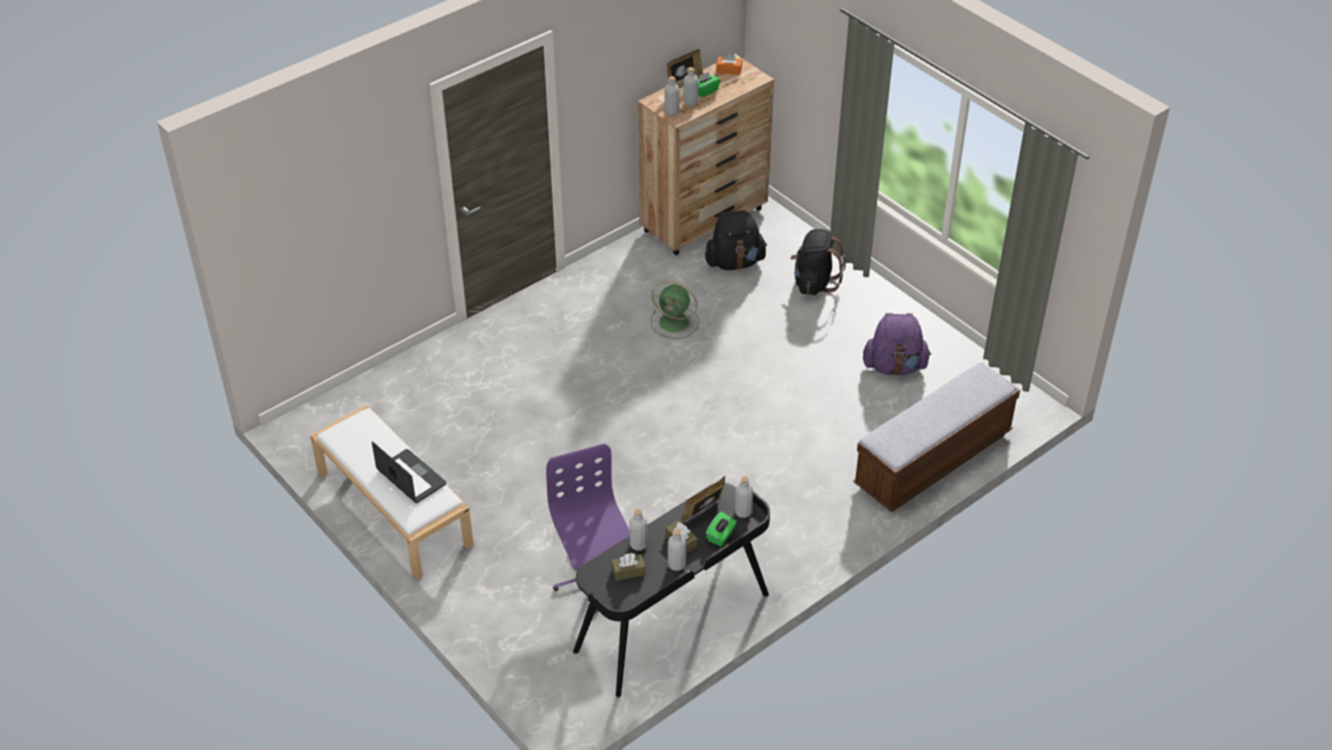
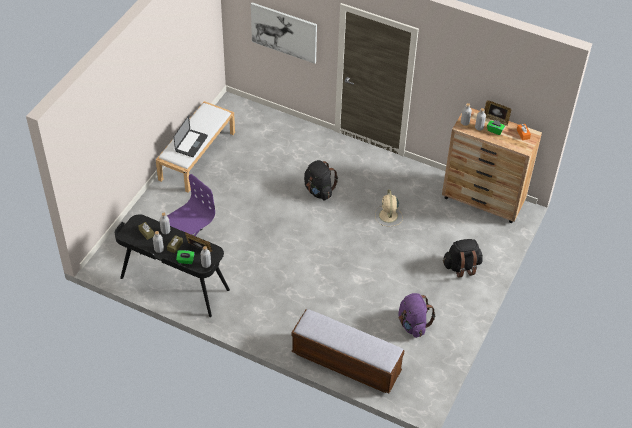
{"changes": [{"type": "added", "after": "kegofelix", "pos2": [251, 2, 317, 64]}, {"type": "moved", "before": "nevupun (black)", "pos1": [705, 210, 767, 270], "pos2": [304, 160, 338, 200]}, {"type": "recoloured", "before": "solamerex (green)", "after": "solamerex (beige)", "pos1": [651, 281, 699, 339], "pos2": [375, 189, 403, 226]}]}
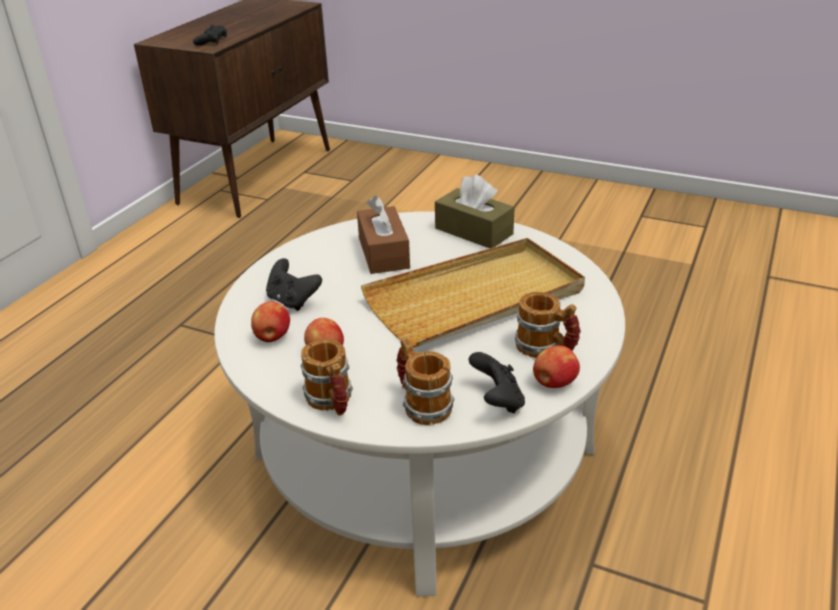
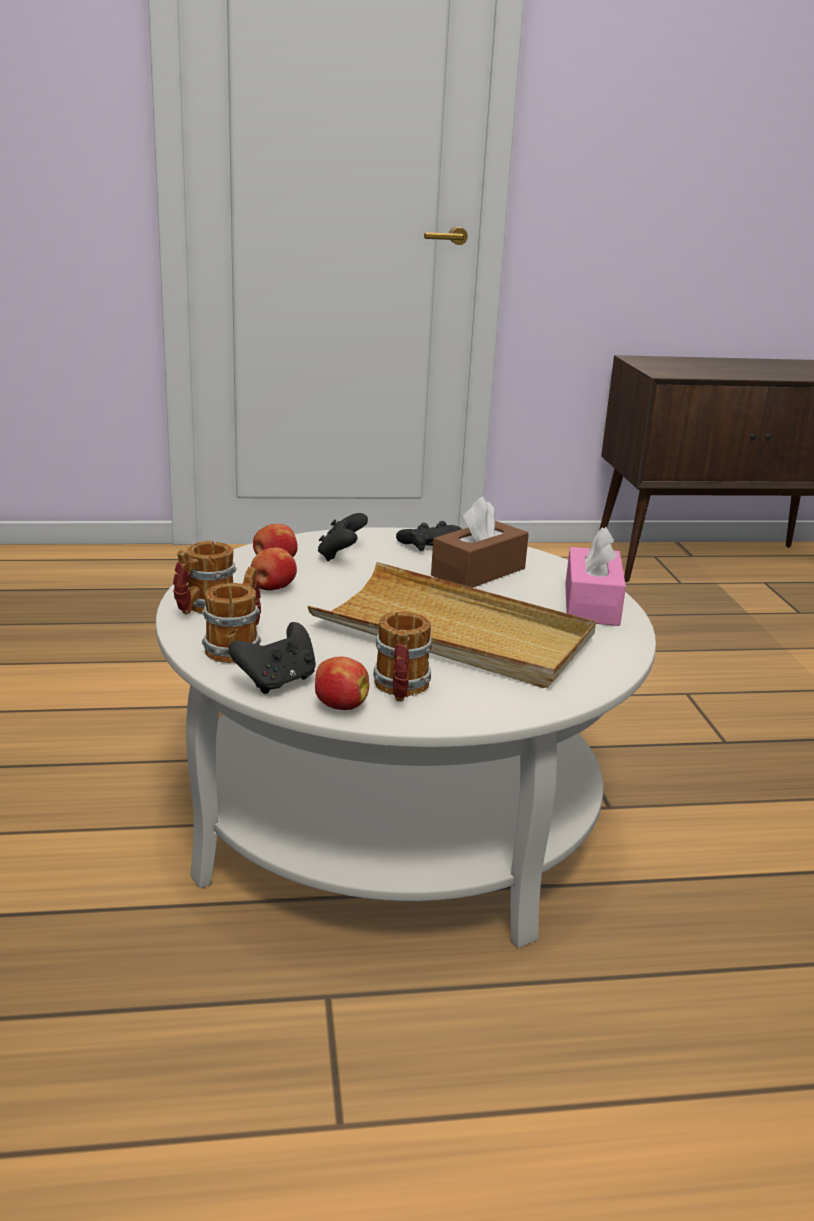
{"changes": [{"type": "moved", "before": "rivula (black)", "pos1": [193, 25, 227, 46], "pos2": [396, 521, 461, 552]}, {"type": "recoloured", "before": "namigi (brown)", "after": "namigi (pink)", "pos1": [435, 175, 515, 248], "pos2": [565, 527, 626, 626]}]}
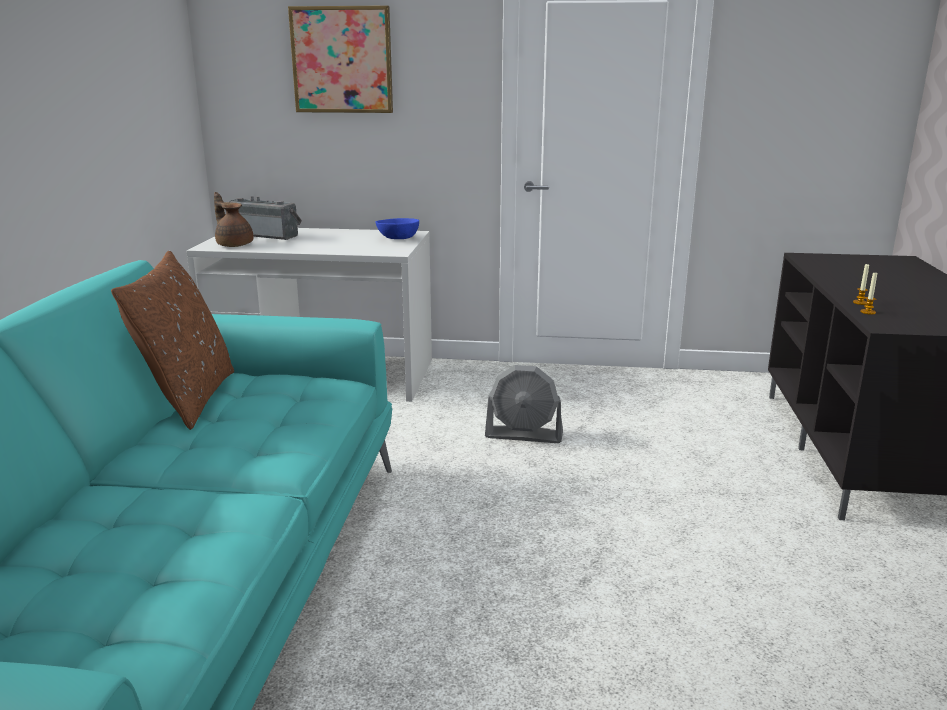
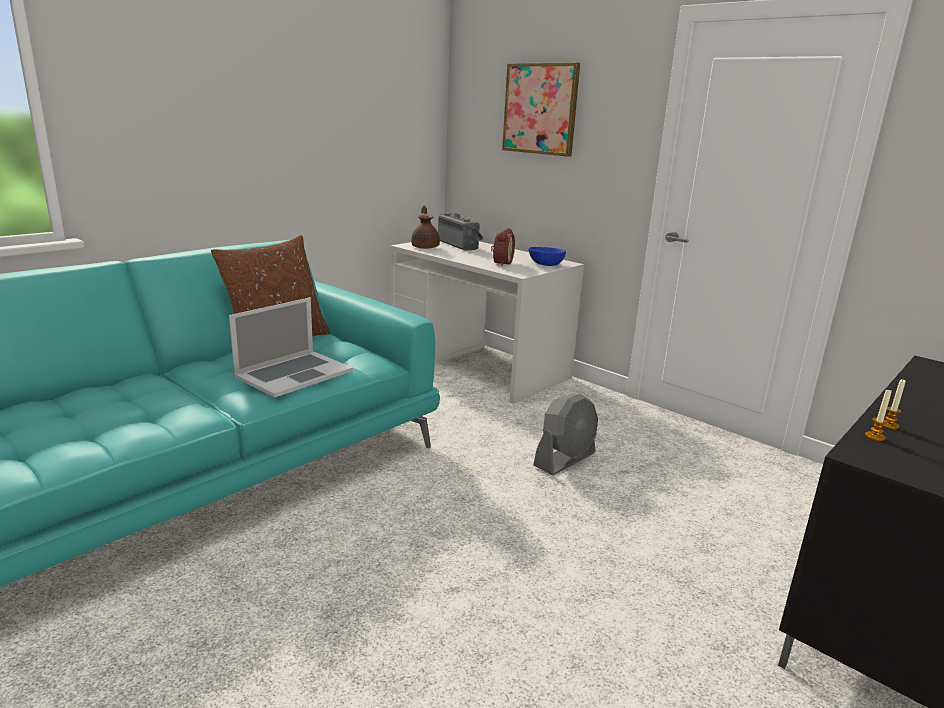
{"changes": [{"type": "added", "after": "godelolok", "pos2": [229, 297, 353, 398]}, {"type": "added", "after": "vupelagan", "pos2": [491, 228, 515, 266]}, {"type": "turned", "before": "solamerex (grey)", "pos1": [485, 365, 563, 443], "pos2": [533, 394, 598, 475], "turn": -90}]}
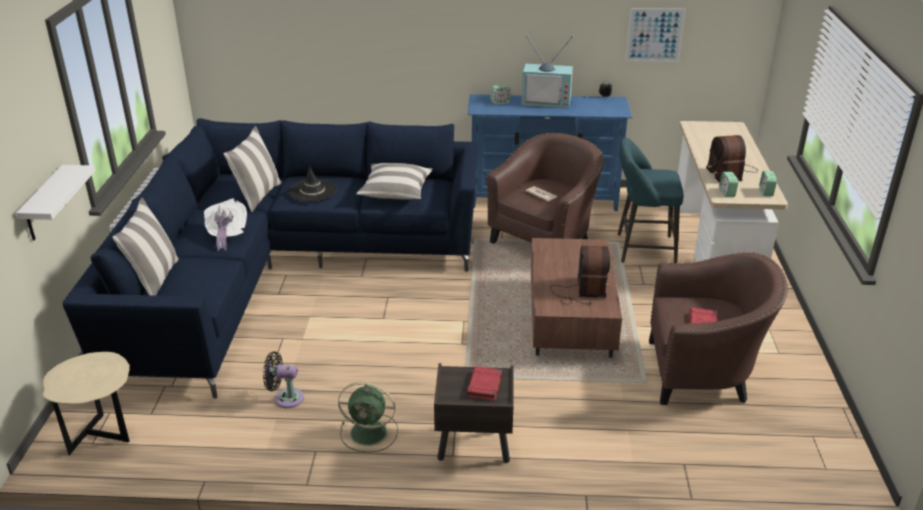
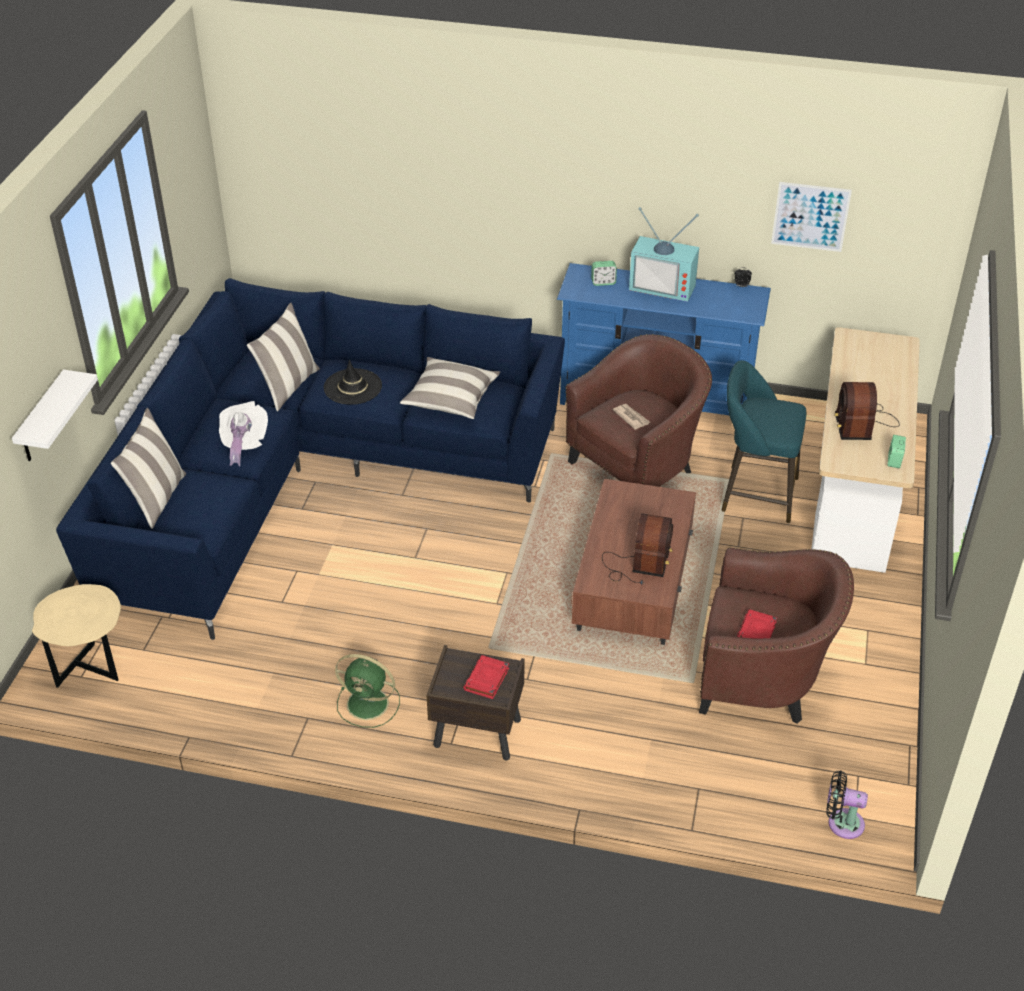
{"changes": [{"type": "moved", "before": "solamerex (black)", "pos1": [263, 351, 304, 408], "pos2": [826, 770, 868, 839]}, {"type": "removed", "before": "vupelagan", "pos1": [719, 172, 739, 197]}]}
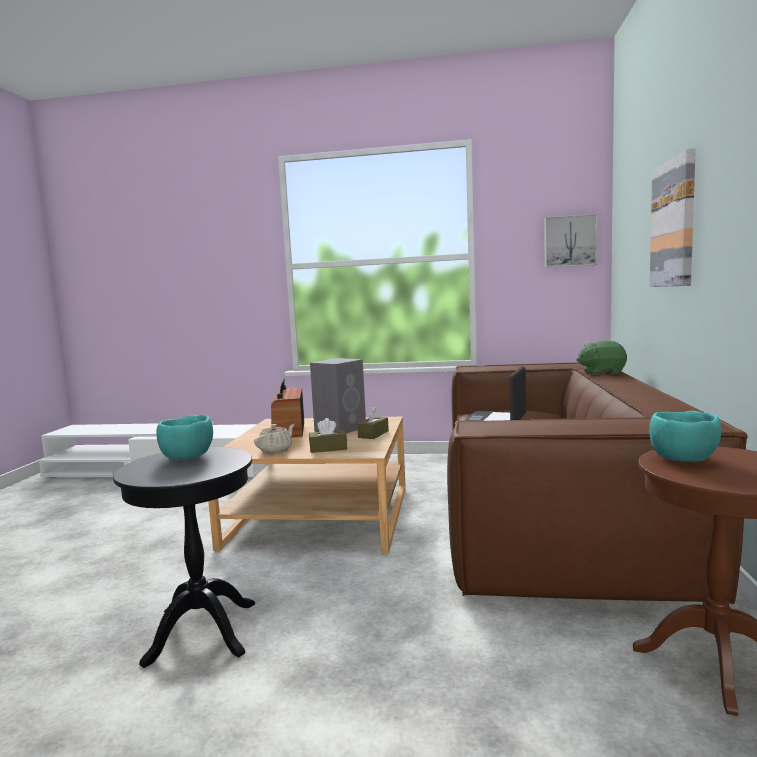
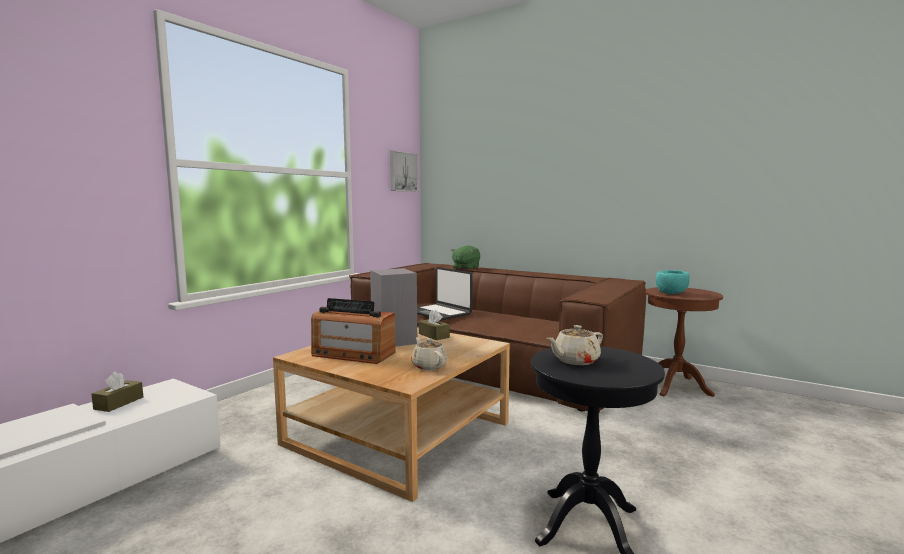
{"changes": [{"type": "moved", "before": "namigi (brown)", "pos1": [309, 418, 347, 453], "pos2": [91, 372, 143, 412]}, {"type": "replaced", "before": "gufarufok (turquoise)", "after": "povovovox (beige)", "pos1": [156, 415, 213, 460], "pos2": [547, 325, 603, 365]}, {"type": "removed", "before": "kegofelix", "pos1": [650, 148, 696, 287]}]}
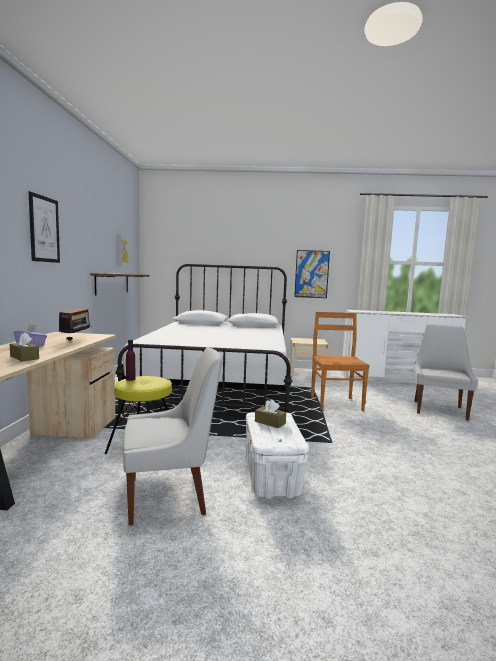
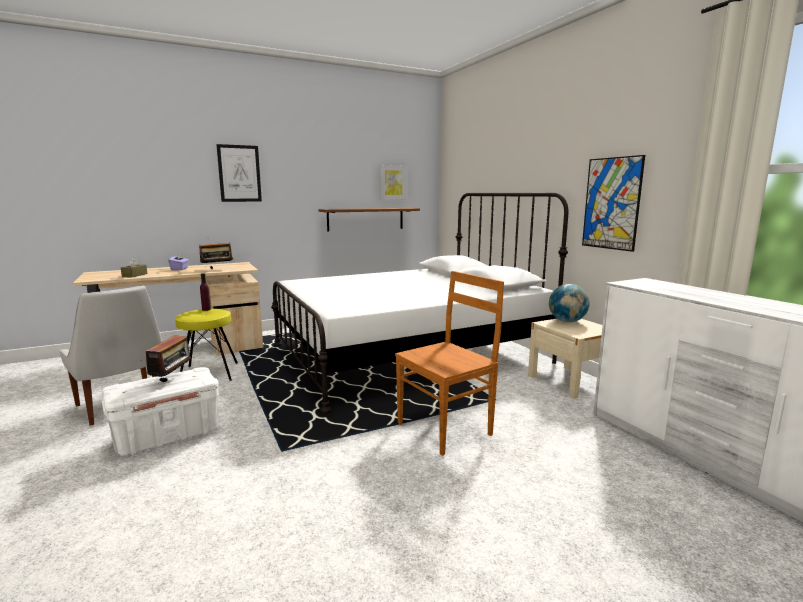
{"changes": [{"type": "replaced", "before": "namigi (brown)", "after": "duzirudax", "pos1": [255, 400, 286, 428], "pos2": [146, 335, 194, 383]}, {"type": "added", "after": "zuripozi", "pos2": [549, 284, 590, 322]}, {"type": "removed", "before": "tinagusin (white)", "pos1": [414, 324, 478, 421]}]}
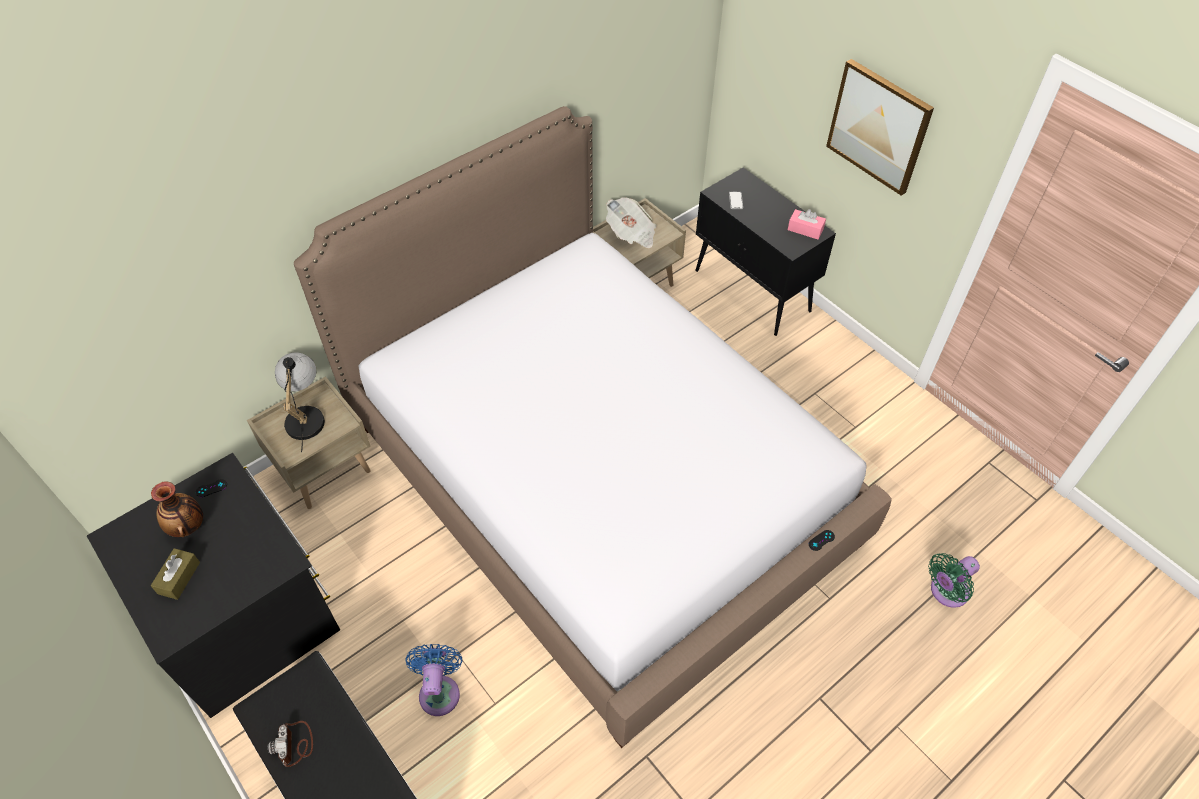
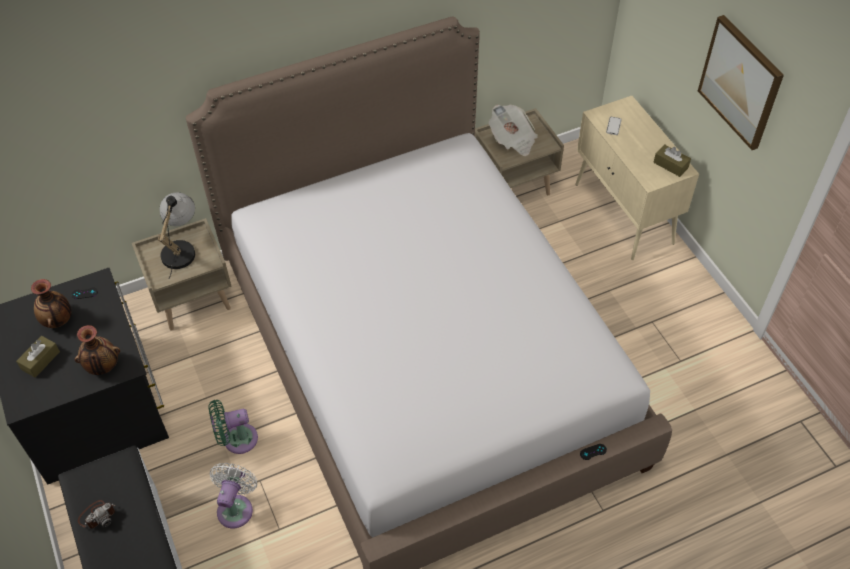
{"changes": [{"type": "added", "after": "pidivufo", "pos2": [75, 325, 120, 375]}, {"type": "turned", "before": "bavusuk", "pos1": [268, 721, 313, 767], "pos2": [78, 500, 116, 529], "turn": -135}, {"type": "moved", "before": "solamerex (green)", "pos1": [928, 553, 980, 608], "pos2": [209, 400, 258, 454]}, {"type": "recoloured", "before": "solamerex (blue)", "after": "solamerex (white)", "pos1": [405, 644, 462, 716], "pos2": [210, 463, 257, 528]}, {"type": "recoloured", "before": "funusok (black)", "after": "funusok (beige)", "pos1": [695, 167, 836, 336], "pos2": [575, 96, 699, 260]}, {"type": "recoloured", "before": "namigi (pink)", "after": "namigi (brown)", "pos1": [788, 209, 826, 239], "pos2": [654, 144, 691, 177]}]}
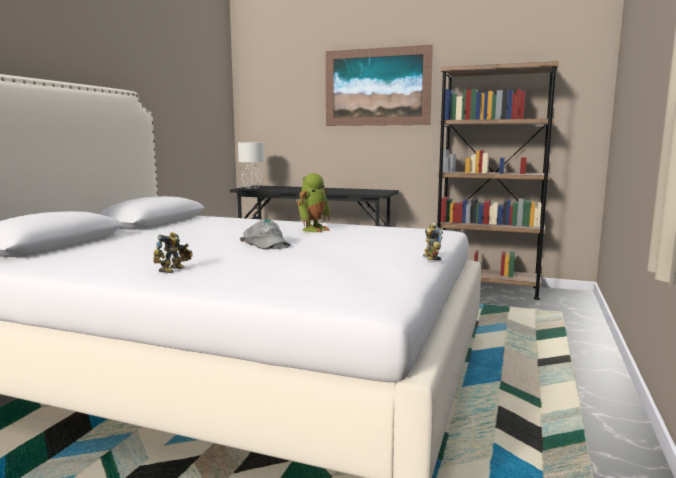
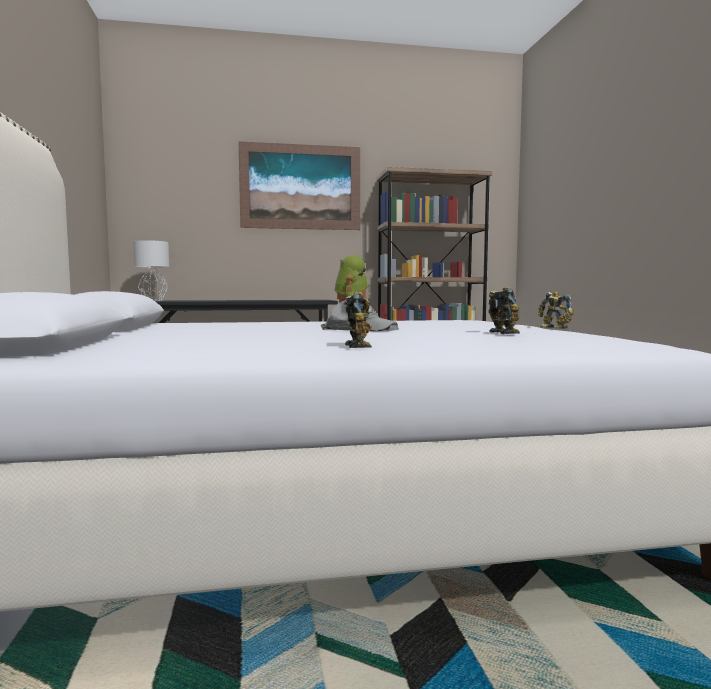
{"changes": [{"type": "added", "after": "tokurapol", "pos2": [488, 287, 520, 334]}]}
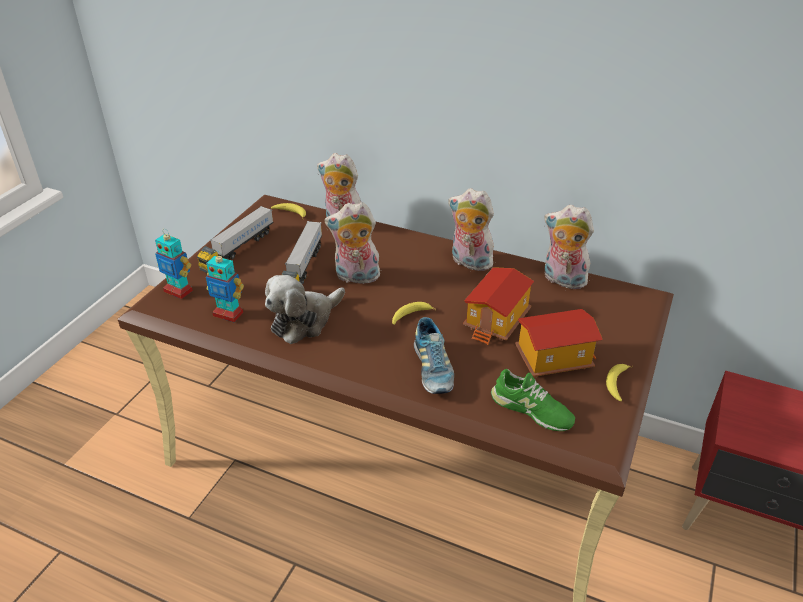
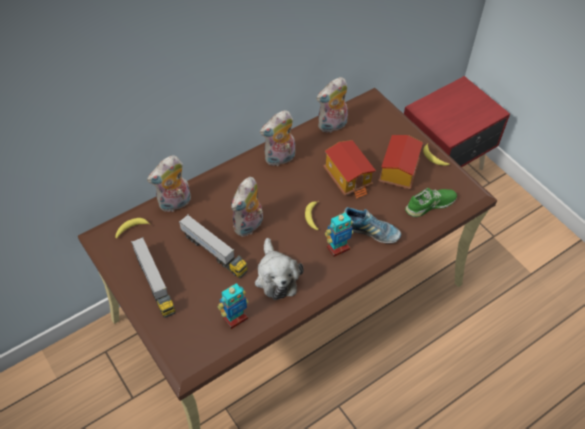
{"changes": [{"type": "moved", "before": "tokurapol", "pos1": [155, 229, 193, 299], "pos2": [325, 212, 353, 257]}]}
